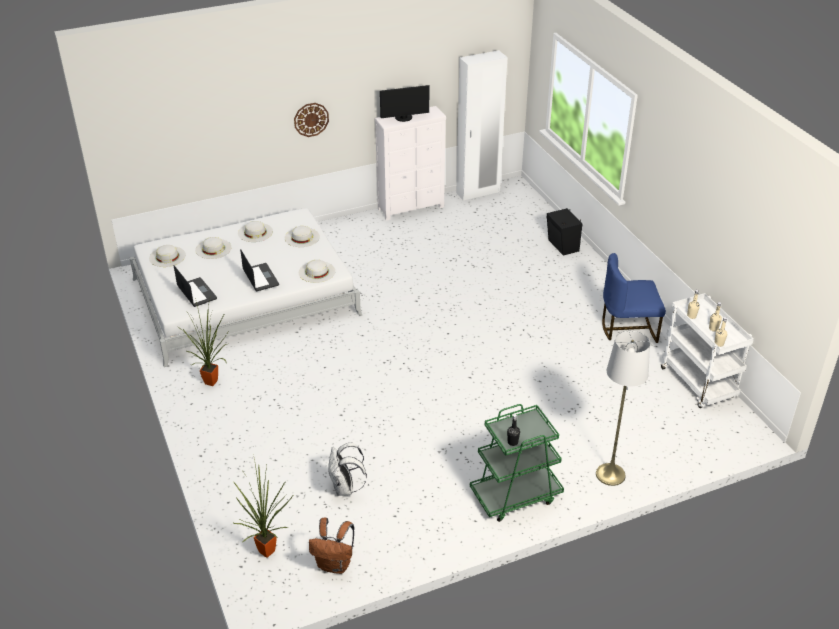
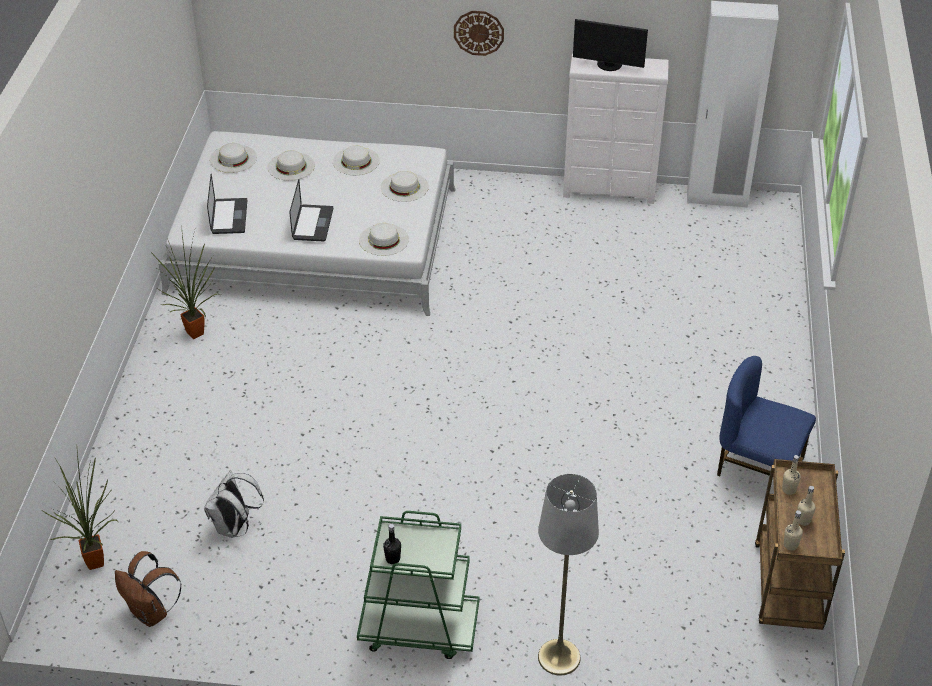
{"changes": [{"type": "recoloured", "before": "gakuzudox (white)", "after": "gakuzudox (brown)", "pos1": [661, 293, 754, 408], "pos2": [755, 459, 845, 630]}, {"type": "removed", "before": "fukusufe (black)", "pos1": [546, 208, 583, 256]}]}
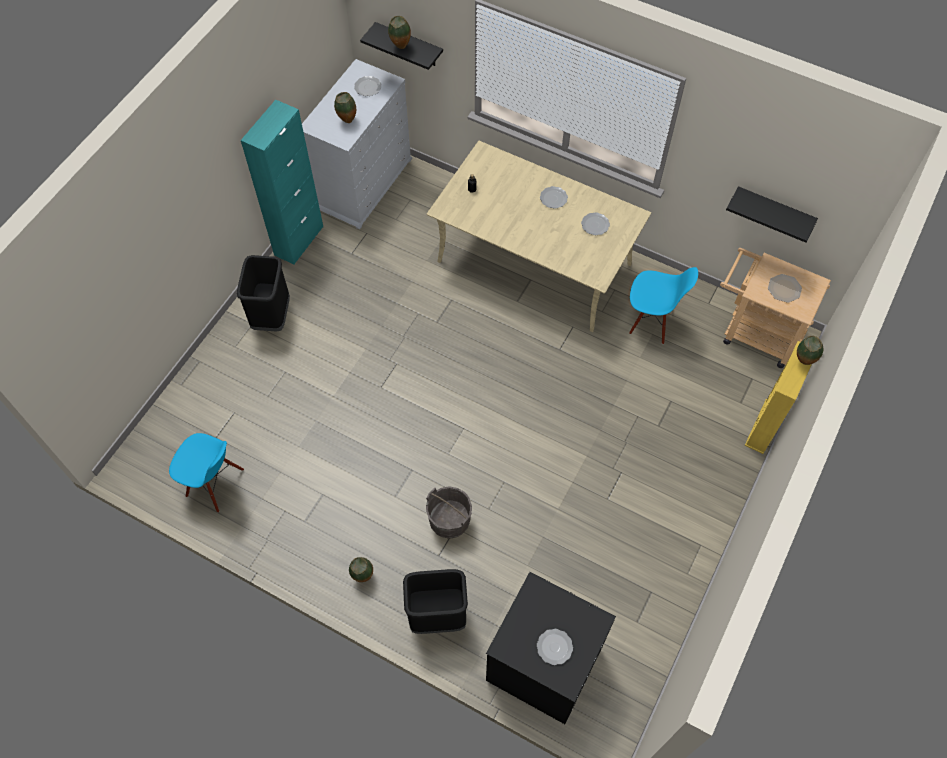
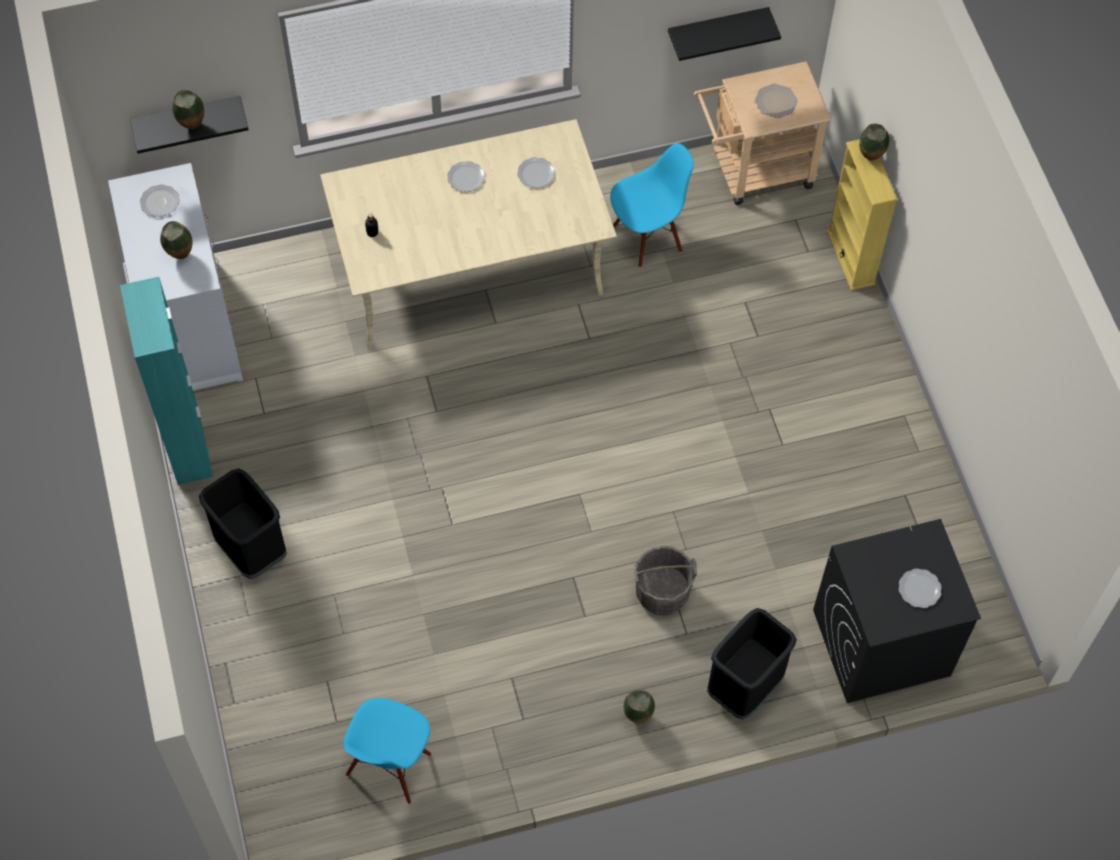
{"changes": [{"type": "turned", "before": "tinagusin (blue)", "pos1": [169, 433, 244, 512], "pos2": [343, 698, 431, 804], "turn": 135}]}
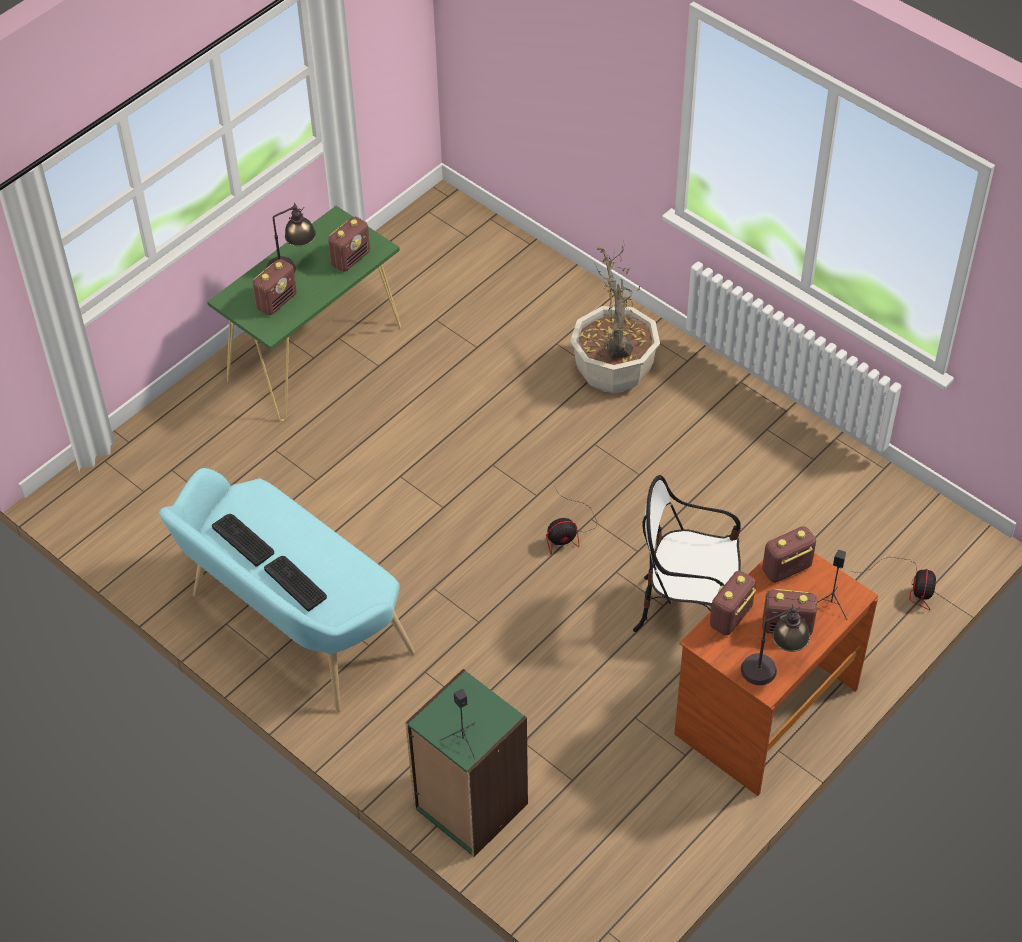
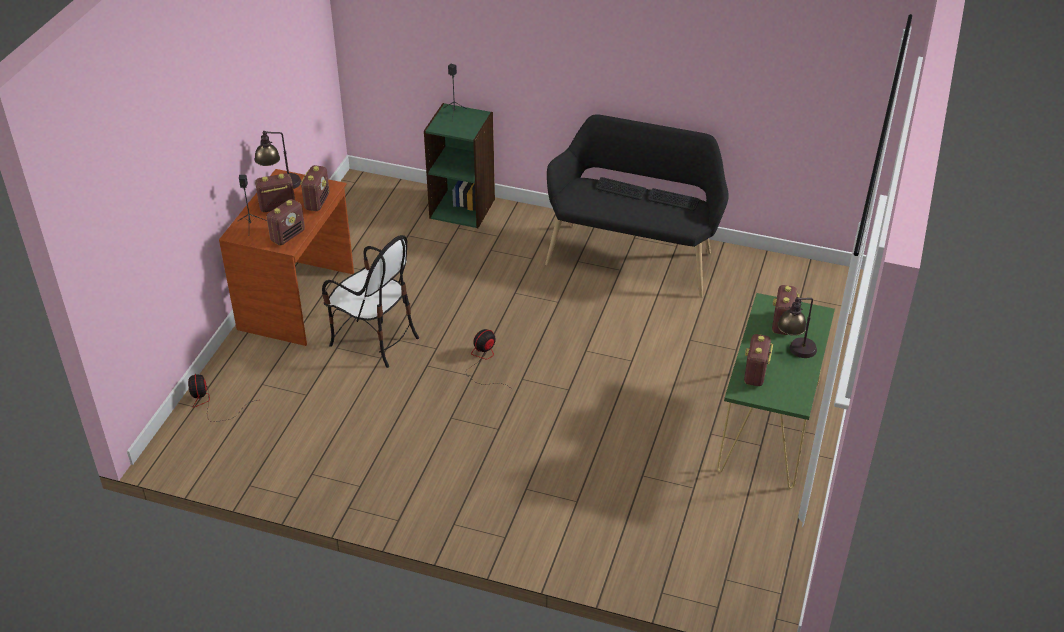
{"changes": [{"type": "turned", "before": "tinagusin", "pos1": [633, 475, 741, 632], "pos2": [322, 235, 419, 368], "turn": 45}, {"type": "recoloured", "before": "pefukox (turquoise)", "after": "pefukox (black)", "pos1": [159, 468, 415, 712], "pos2": [545, 114, 729, 297]}, {"type": "removed", "before": "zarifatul", "pos1": [570, 239, 660, 393]}]}
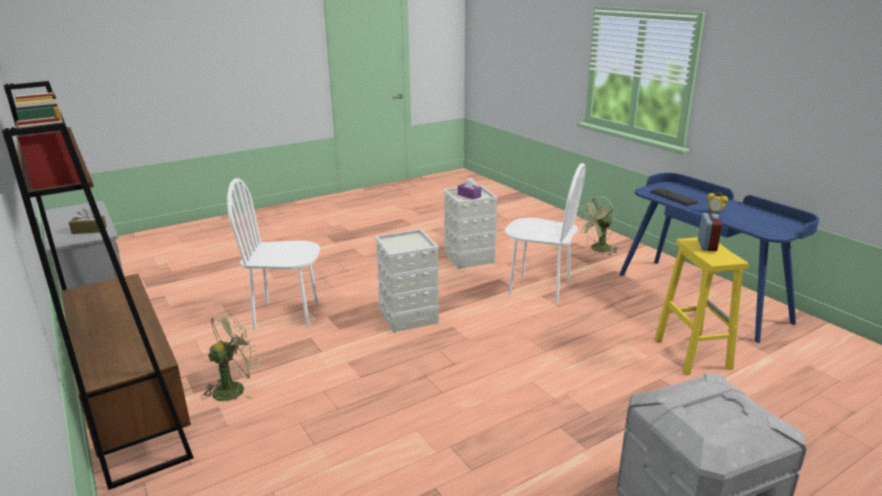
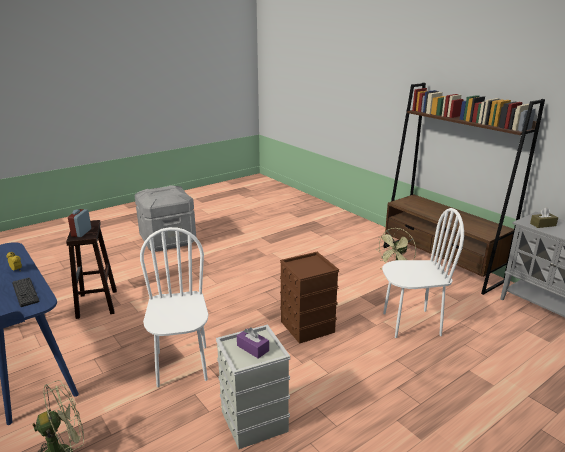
{"changes": [{"type": "recoloured", "before": "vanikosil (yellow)", "after": "vanikosil (brown)", "pos1": [655, 237, 749, 375], "pos2": [66, 220, 117, 319]}, {"type": "turned", "before": "tinagusin (white)", "pos1": [505, 163, 585, 305], "pos2": [140, 227, 208, 387], "turn": 60}, {"type": "recoloured", "before": "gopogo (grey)", "after": "gopogo (brown)", "pos1": [375, 229, 440, 333], "pos2": [280, 252, 339, 344]}]}
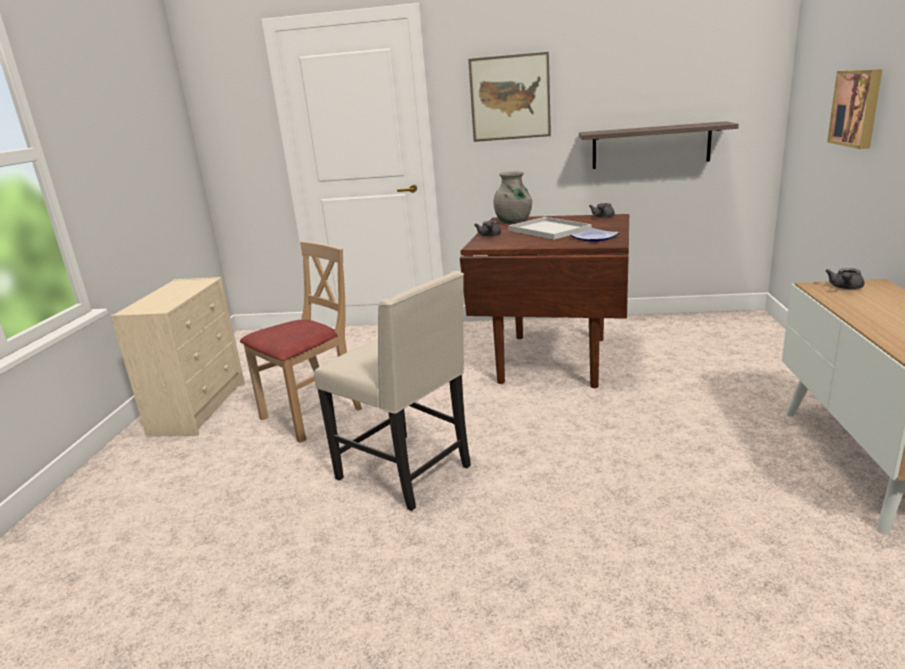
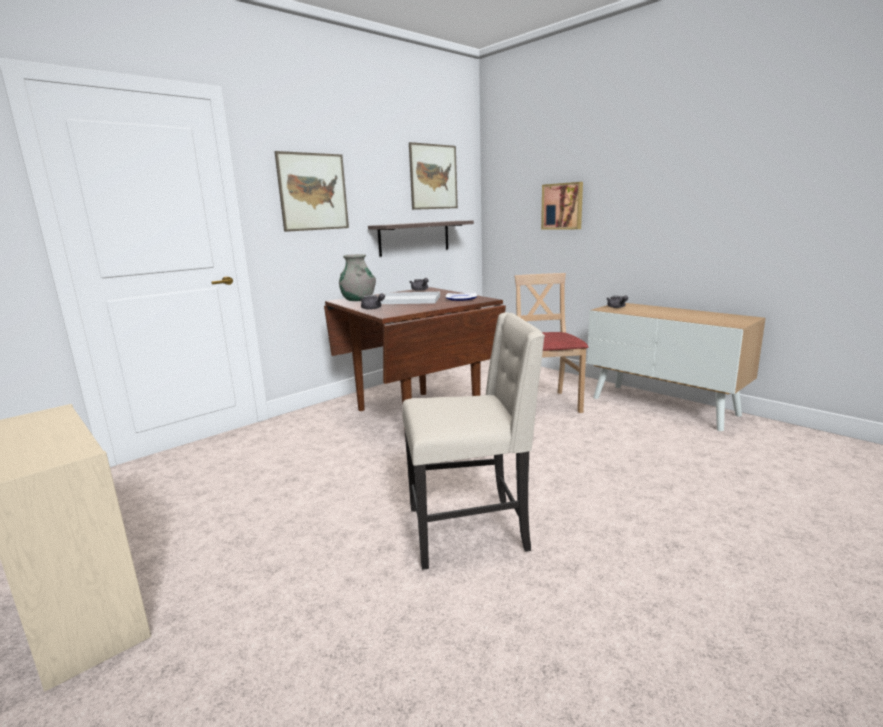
{"changes": [{"type": "added", "after": "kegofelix", "pos2": [409, 142, 458, 210]}, {"type": "moved", "before": "tinagusin (beige)", "pos1": [240, 241, 362, 443], "pos2": [515, 273, 588, 413]}]}
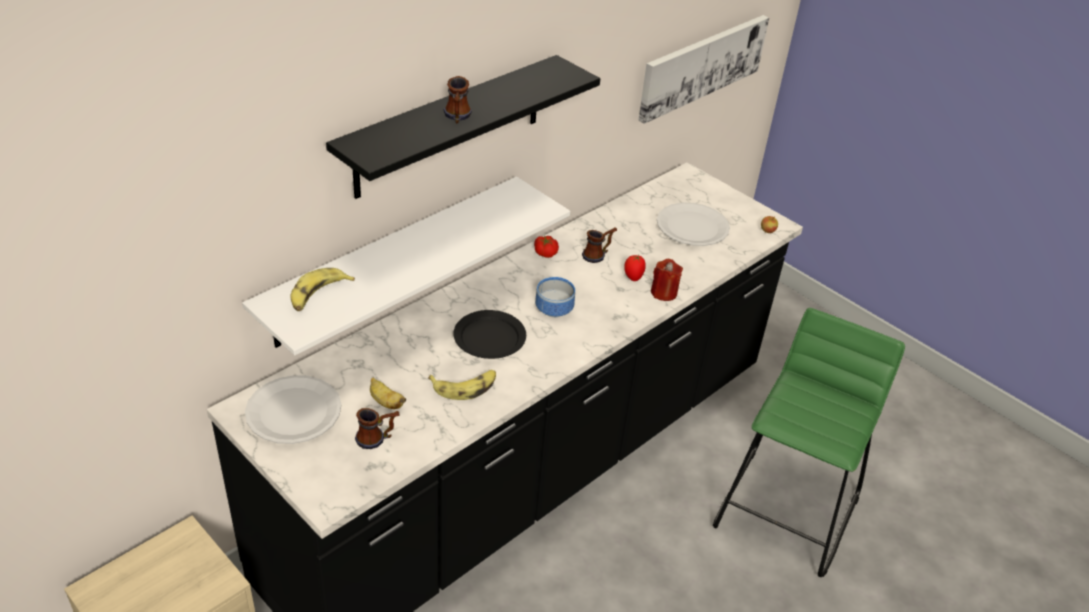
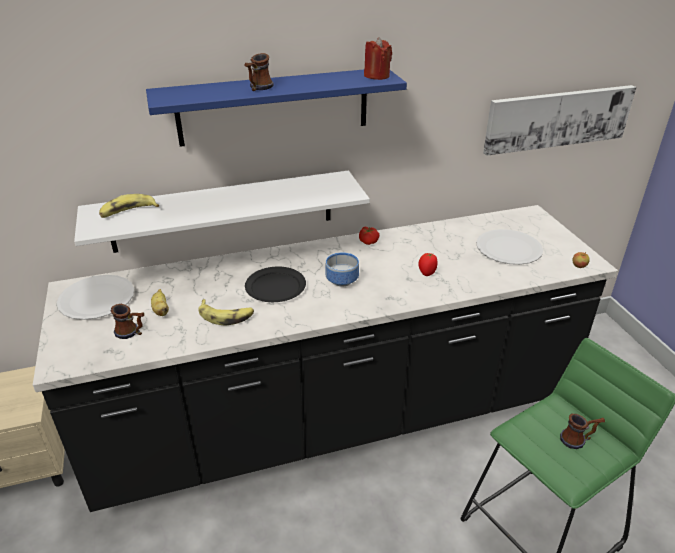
{"changes": [{"type": "recoloured", "before": "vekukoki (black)", "after": "vekukoki (blue)", "pos1": [326, 55, 600, 199], "pos2": [146, 70, 407, 147]}, {"type": "moved", "before": "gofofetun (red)", "pos1": [651, 259, 683, 301], "pos2": [364, 37, 392, 80]}, {"type": "moved", "before": "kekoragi", "pos1": [582, 227, 617, 263], "pos2": [560, 414, 605, 449]}]}
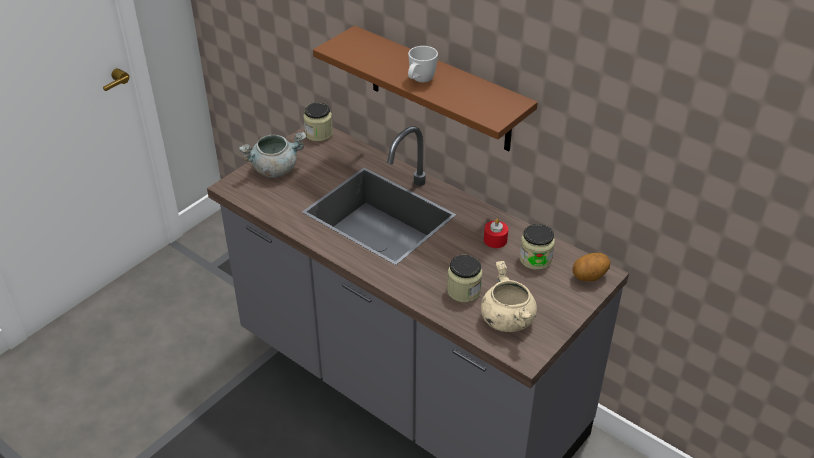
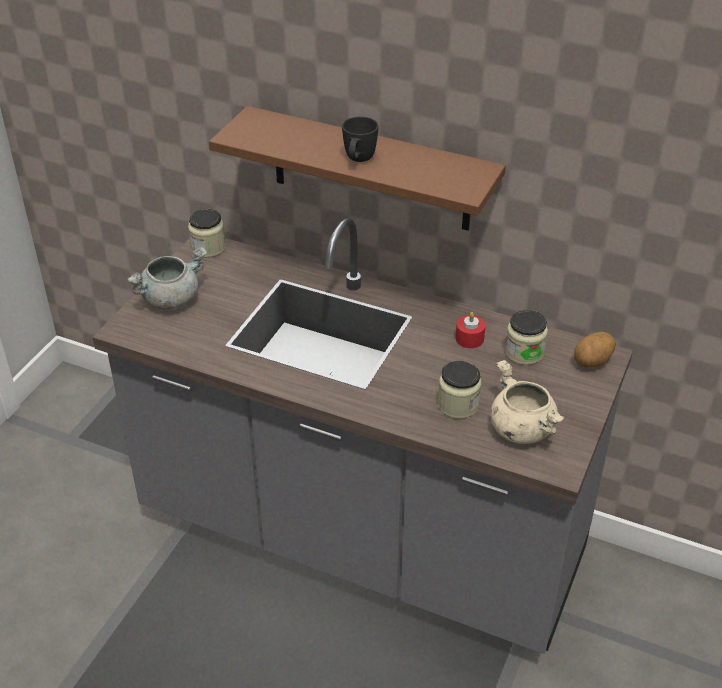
{"changes": [{"type": "recoloured", "before": "kekoragi (white)", "after": "kekoragi (black)", "pos1": [408, 46, 438, 83], "pos2": [342, 116, 379, 162]}]}
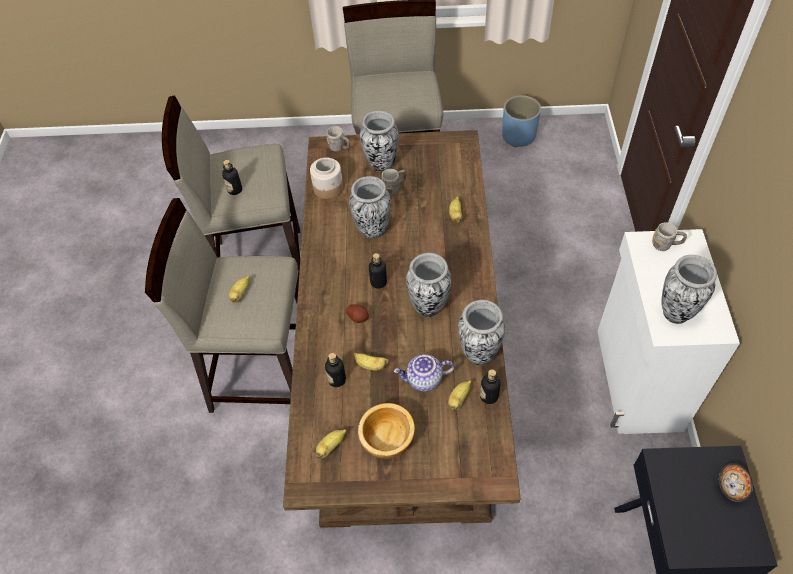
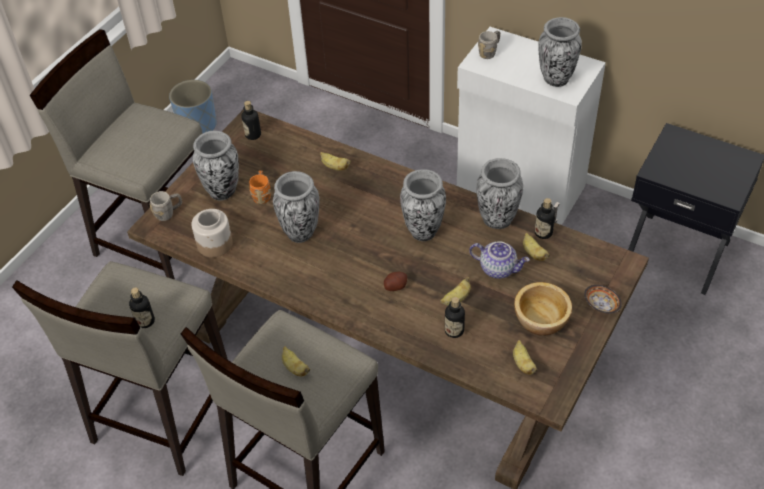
{"changes": [{"type": "moved", "before": "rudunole", "pos1": [369, 253, 387, 289], "pos2": [241, 101, 261, 140]}, {"type": "recoloured", "before": "kekoragi (grey)", "after": "kekoragi (orange)", "pos1": [381, 169, 407, 195], "pos2": [249, 170, 271, 204]}, {"type": "turned", "before": "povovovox", "pos1": [394, 354, 454, 392], "pos2": [469, 241, 530, 279], "turn": -90}, {"type": "moved", "before": "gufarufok", "pos1": [719, 463, 753, 502], "pos2": [584, 285, 622, 314]}]}
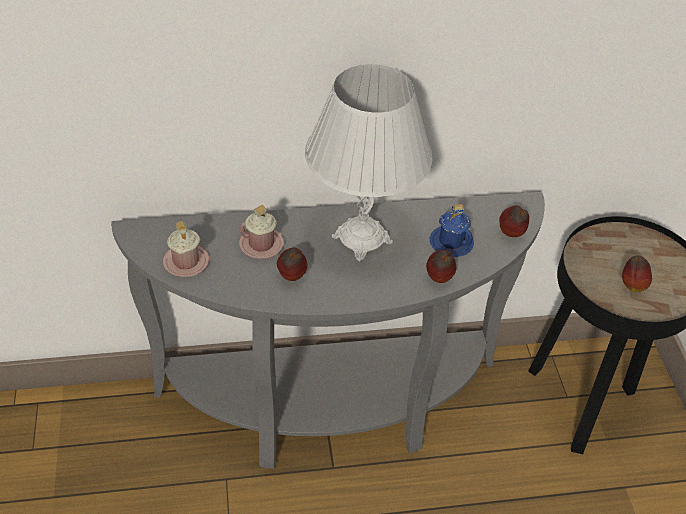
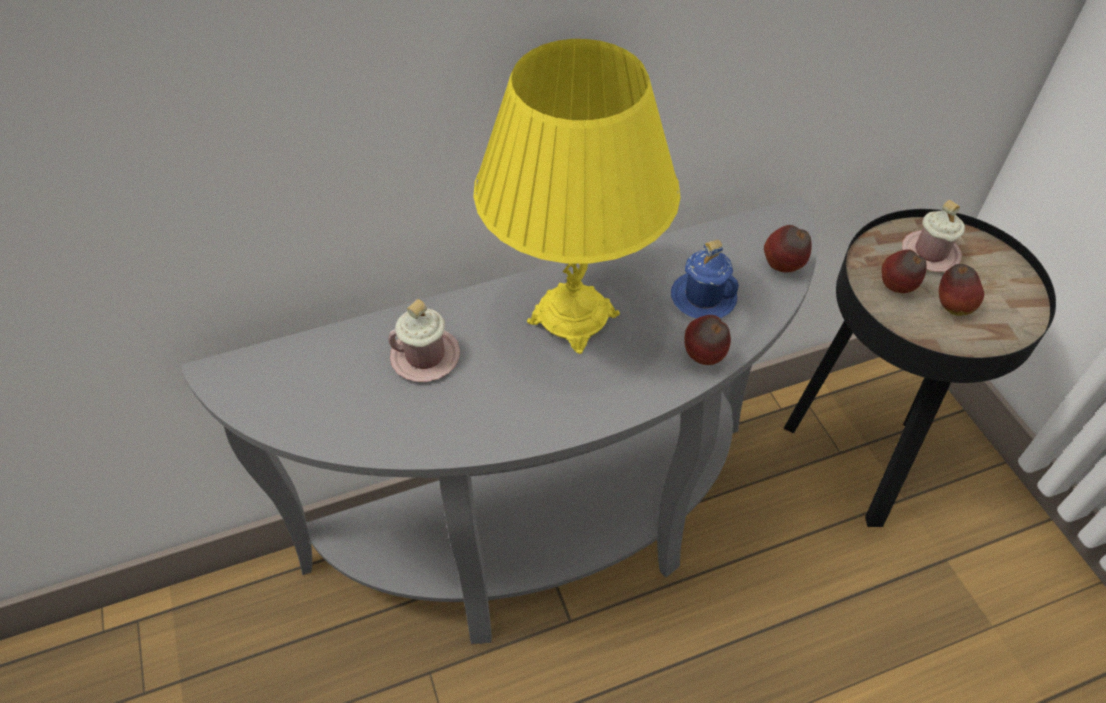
{"changes": [{"type": "recoloured", "before": "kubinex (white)", "after": "kubinex (yellow)", "pos1": [305, 64, 433, 261], "pos2": [473, 39, 681, 354]}, {"type": "moved", "before": "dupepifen", "pos1": [277, 248, 307, 281], "pos2": [881, 249, 927, 293]}, {"type": "moved", "before": "kekoragi (pink)", "pos1": [163, 221, 209, 277], "pos2": [902, 200, 965, 271]}]}
